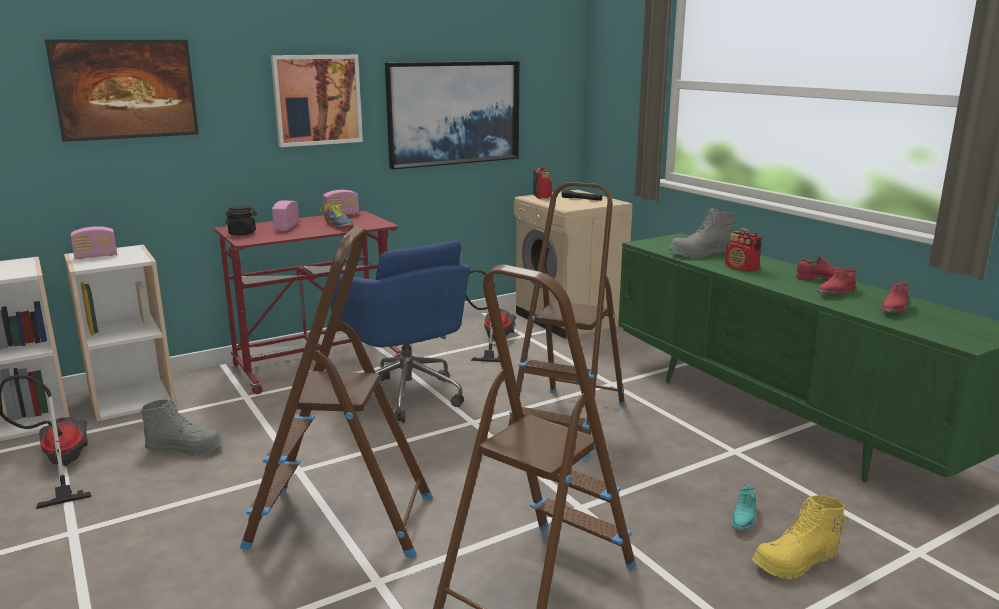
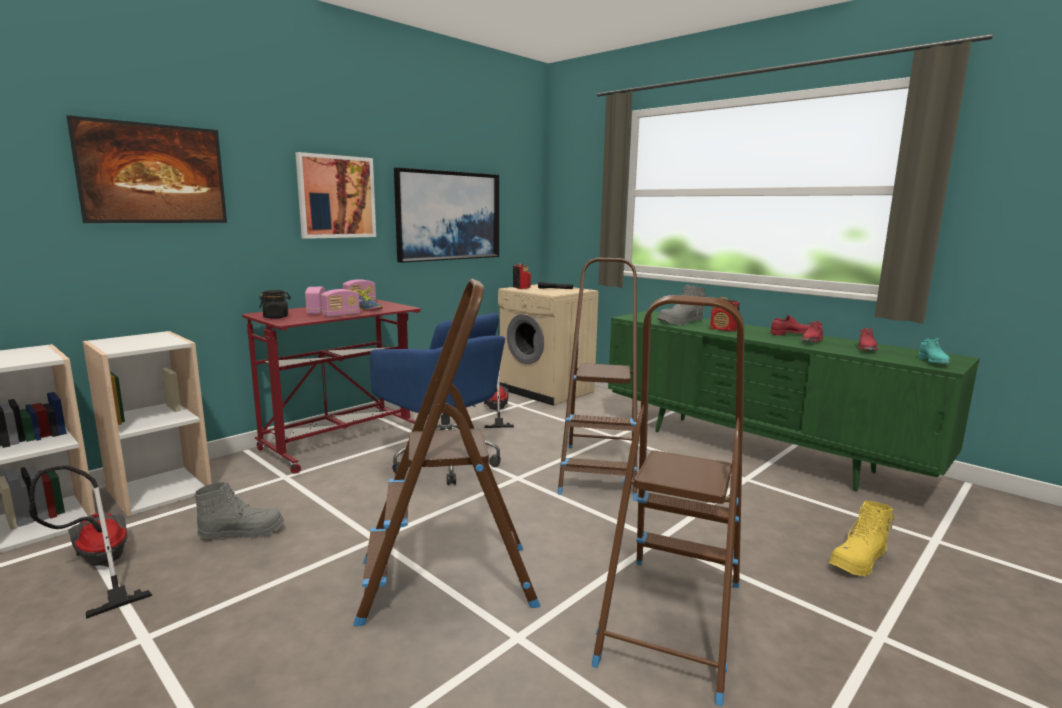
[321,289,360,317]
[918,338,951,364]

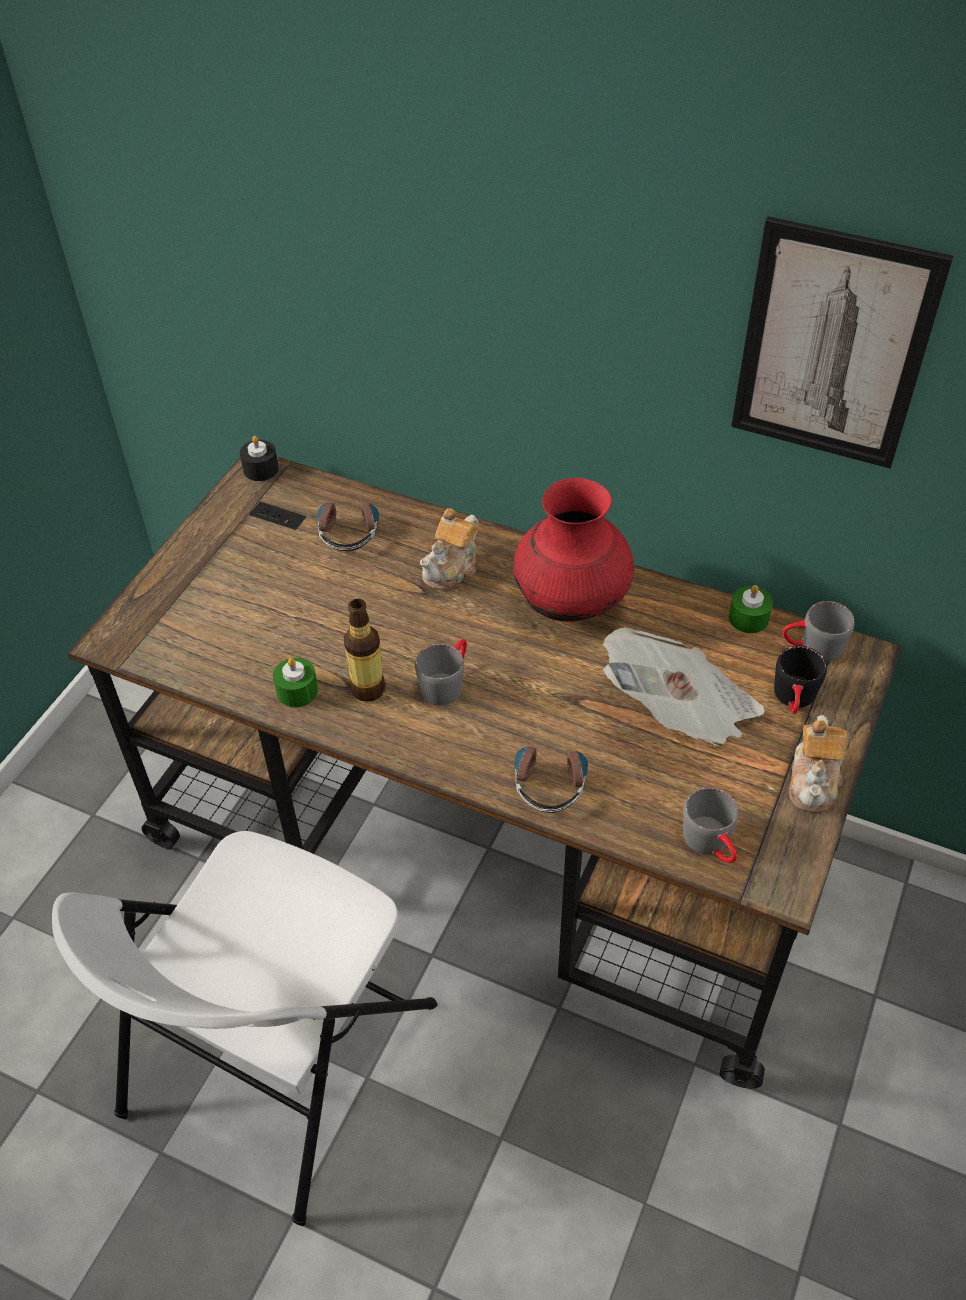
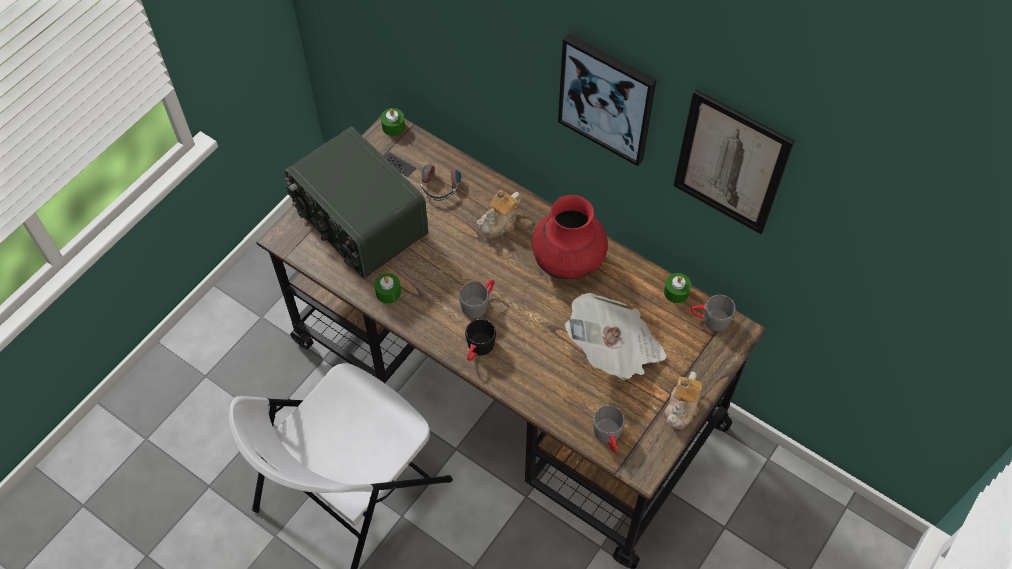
[381,108,405,136]
[344,599,386,702] (first image)
[465,319,496,361]
[515,734,588,813] (first image)
[558,33,657,166]
[285,127,428,279]

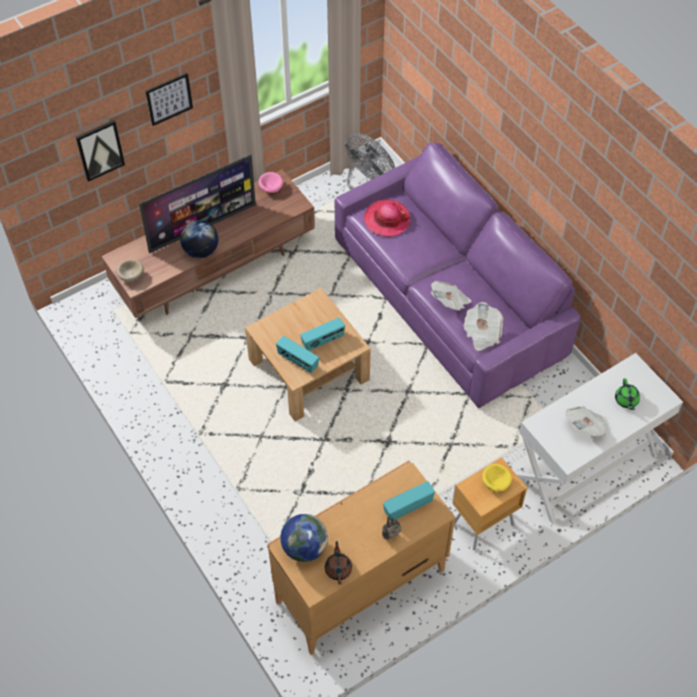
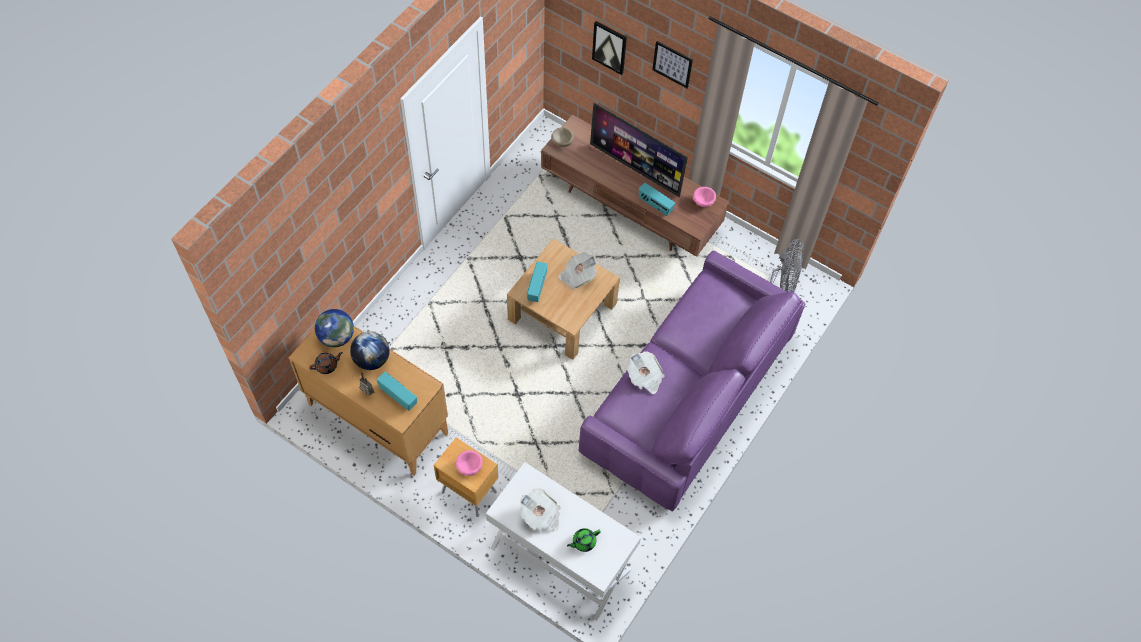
[364,199,410,237] (first image)
[350,331,390,370]
[559,252,597,290]
[639,183,675,216]
[456,450,483,476]

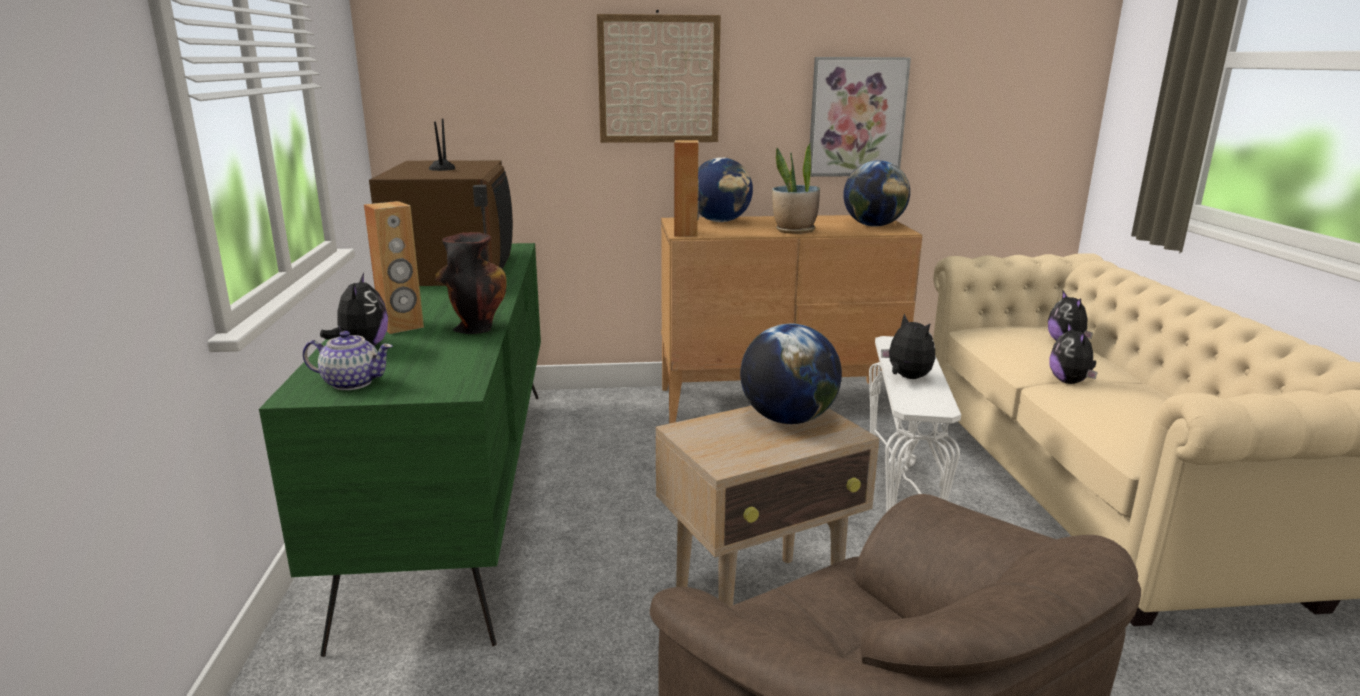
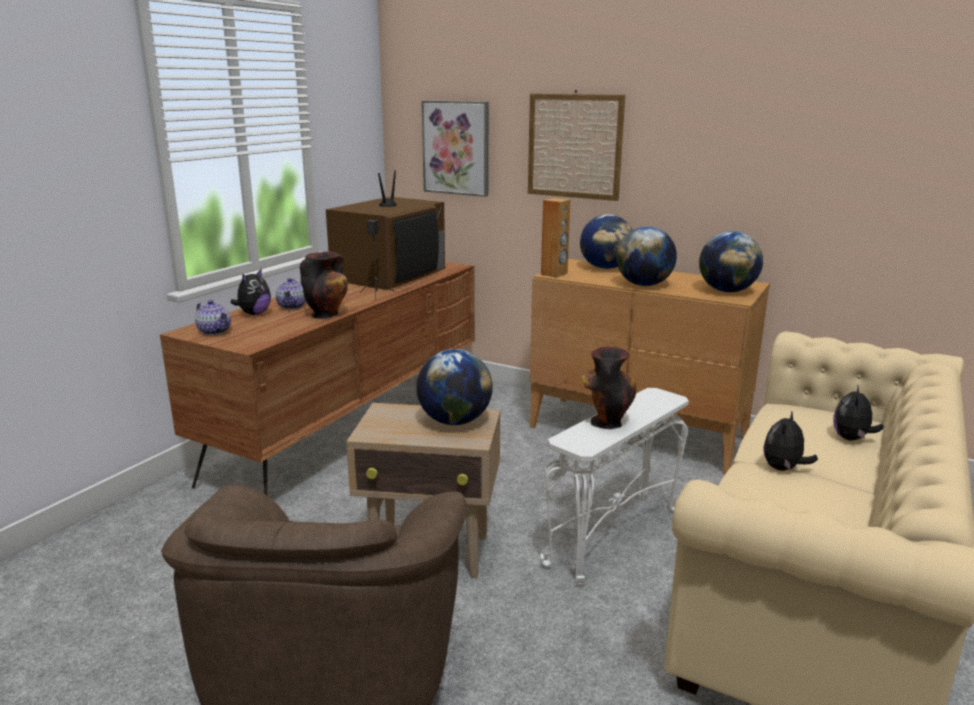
[421,100,489,197]
[616,227,677,286]
[276,278,306,309]
[160,262,475,496]
[581,346,636,429]

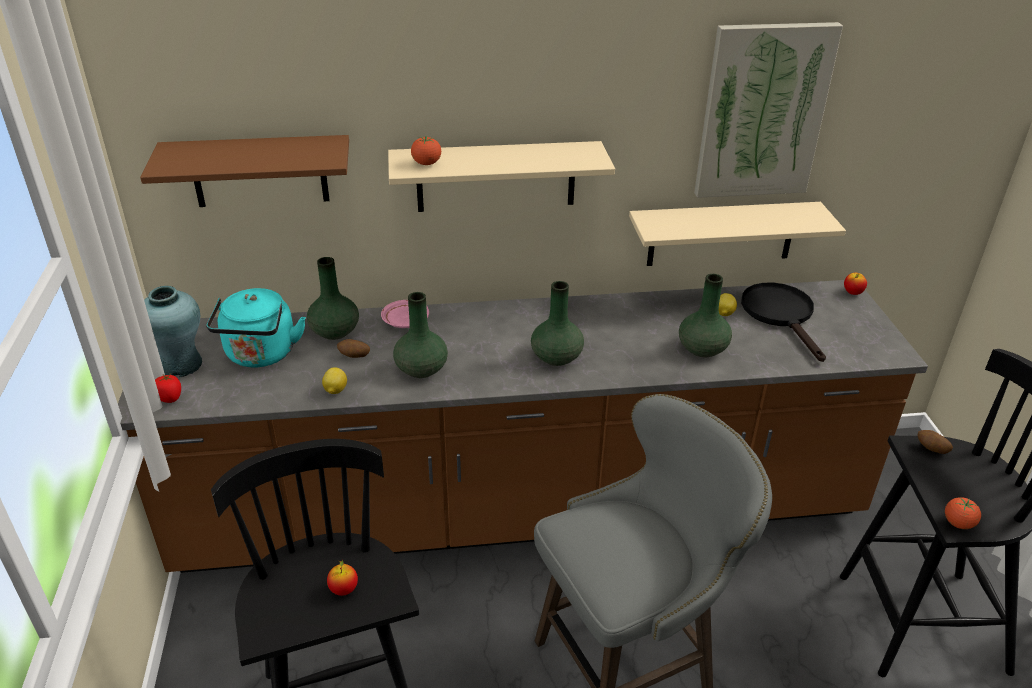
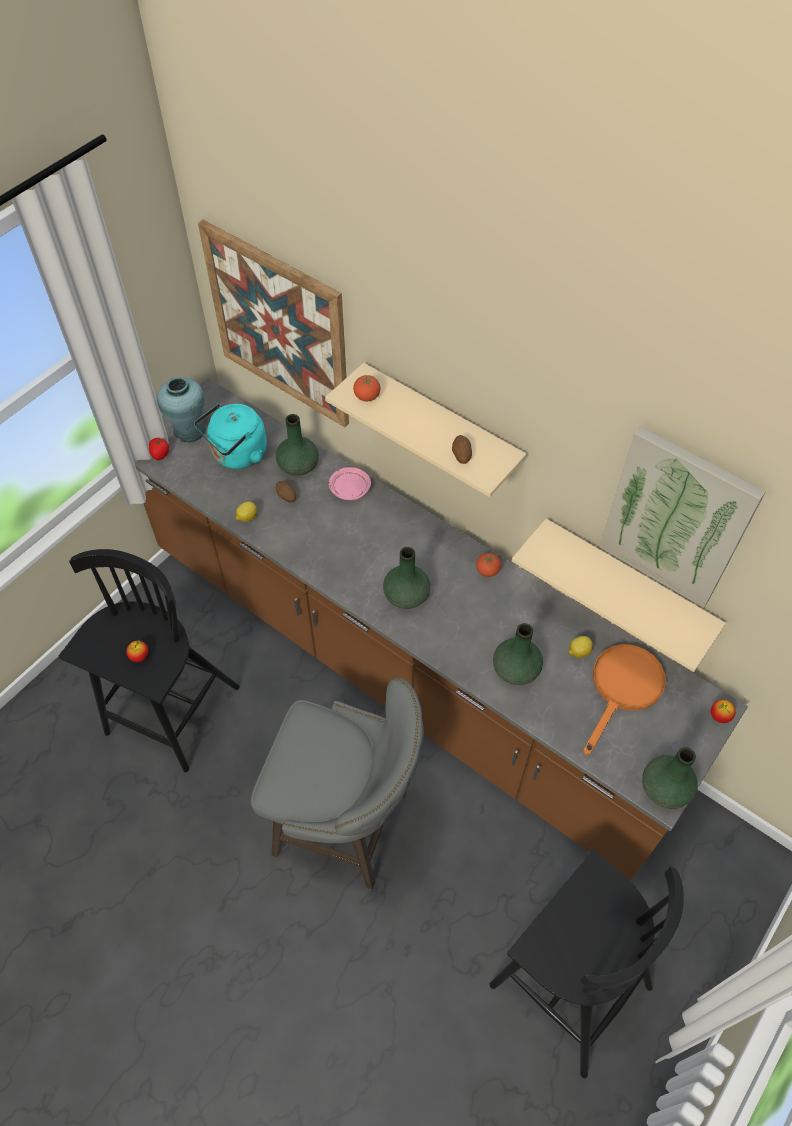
[198,219,349,427]
[583,644,666,755]
[642,747,698,809]
[452,435,472,464]
[476,553,501,577]

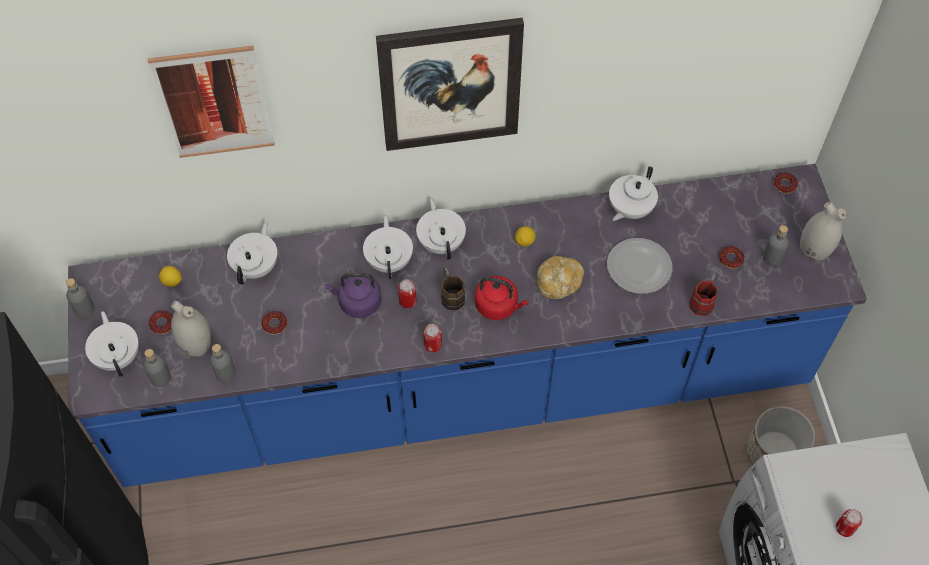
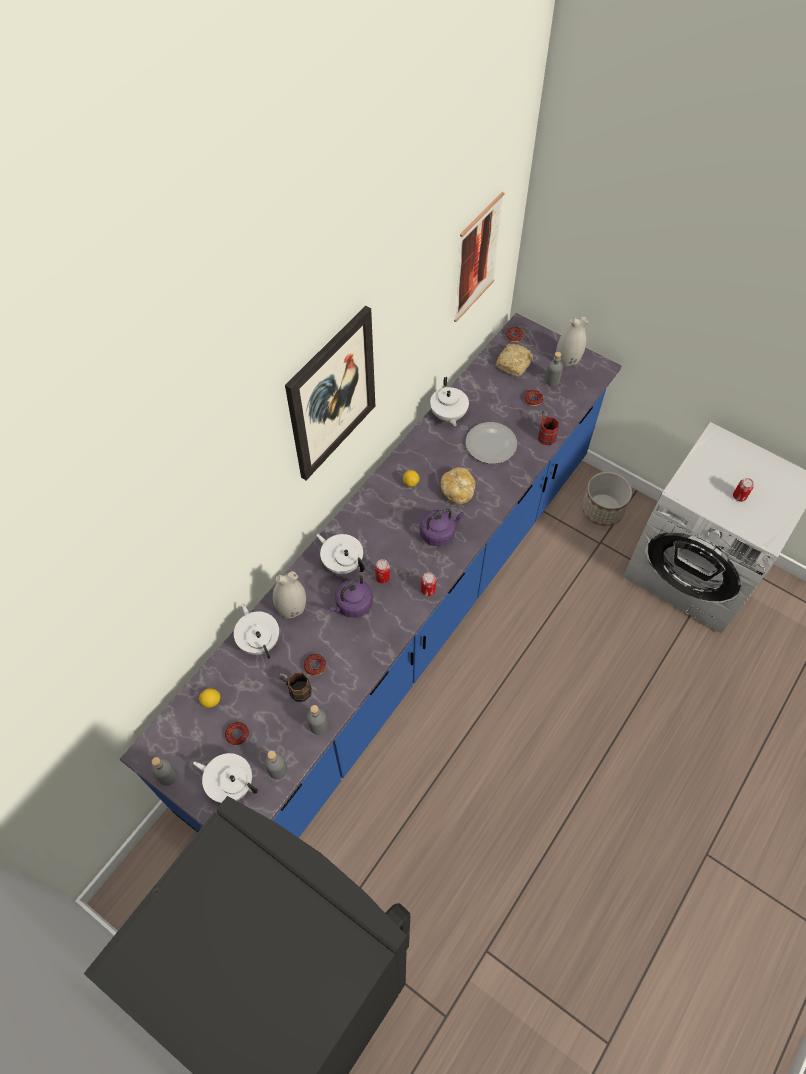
[454,192,505,322]
[416,198,466,260] (first image)
[278,672,312,702]
[420,508,465,546]
[273,571,306,619]
[496,344,533,376]

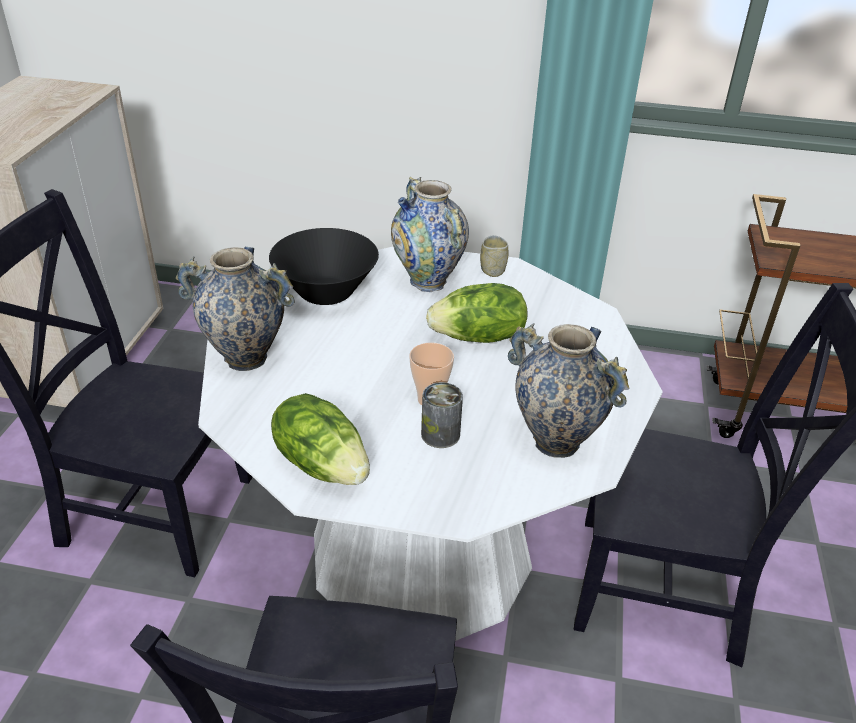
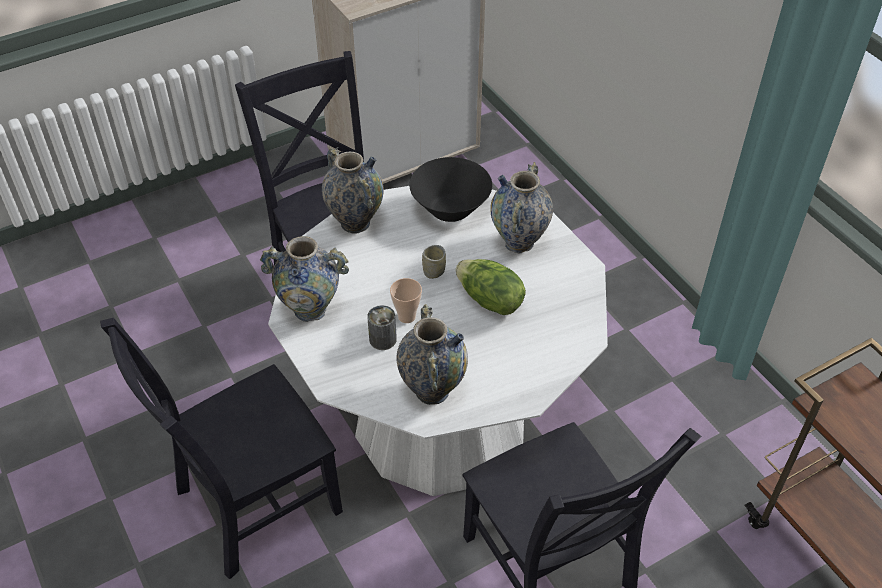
[422,245,446,279]
[260,236,349,322]

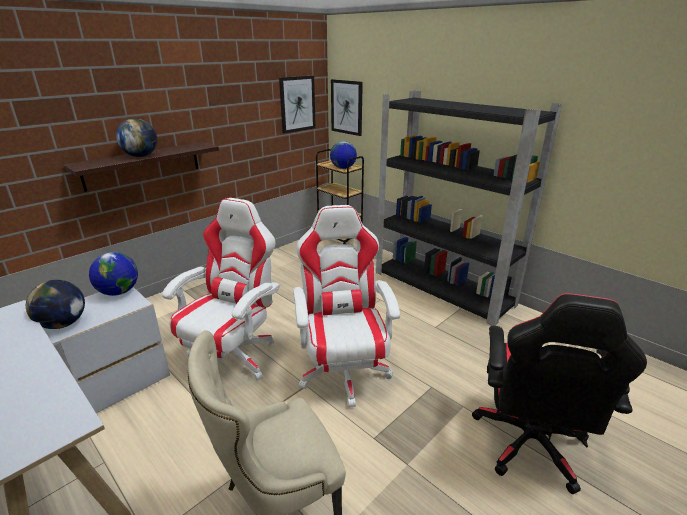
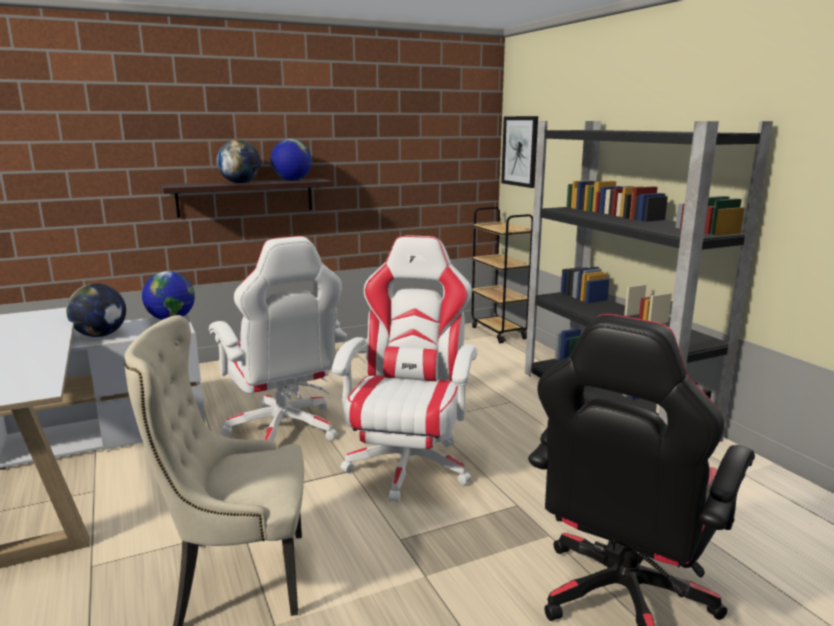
[279,76,316,134] (first image)
[270,139,312,181]
[209,236,347,441]

